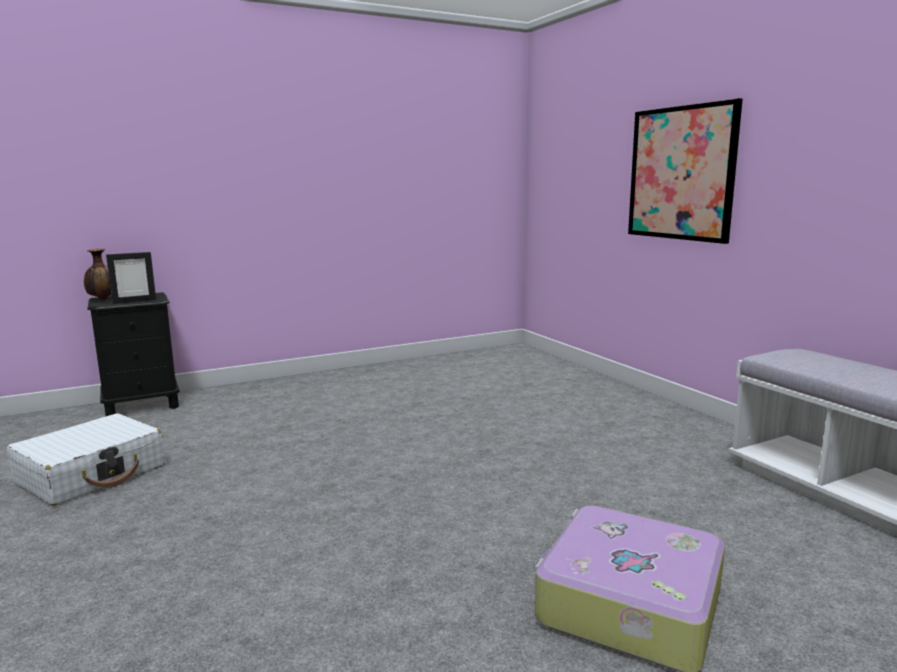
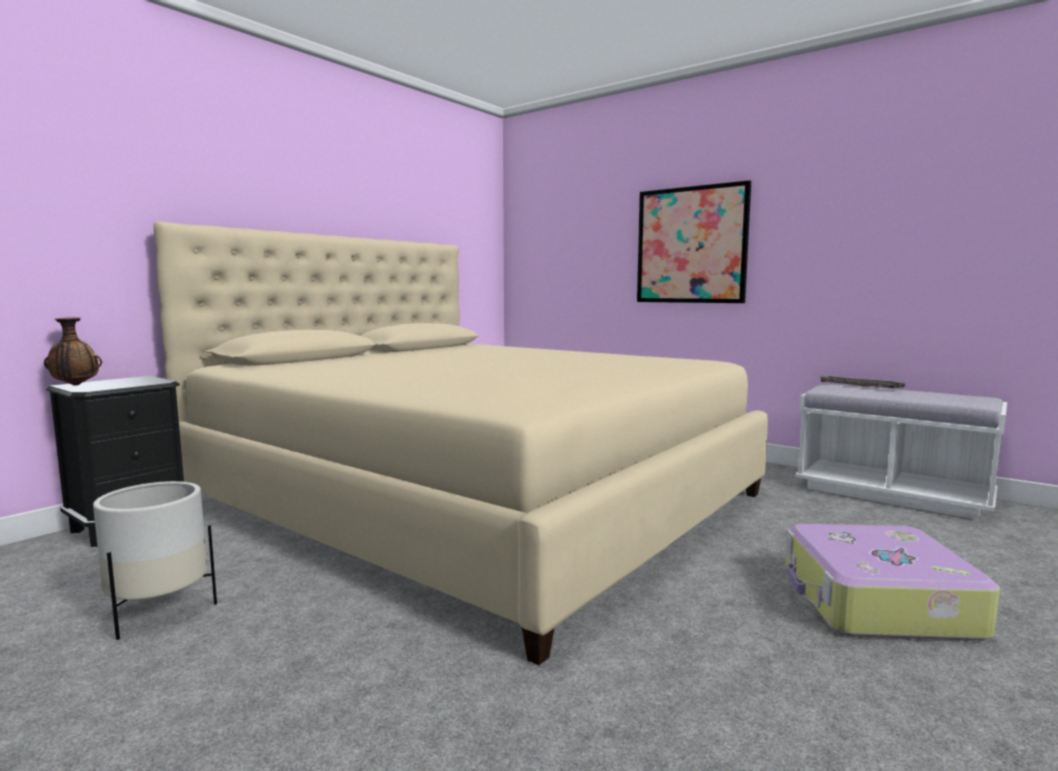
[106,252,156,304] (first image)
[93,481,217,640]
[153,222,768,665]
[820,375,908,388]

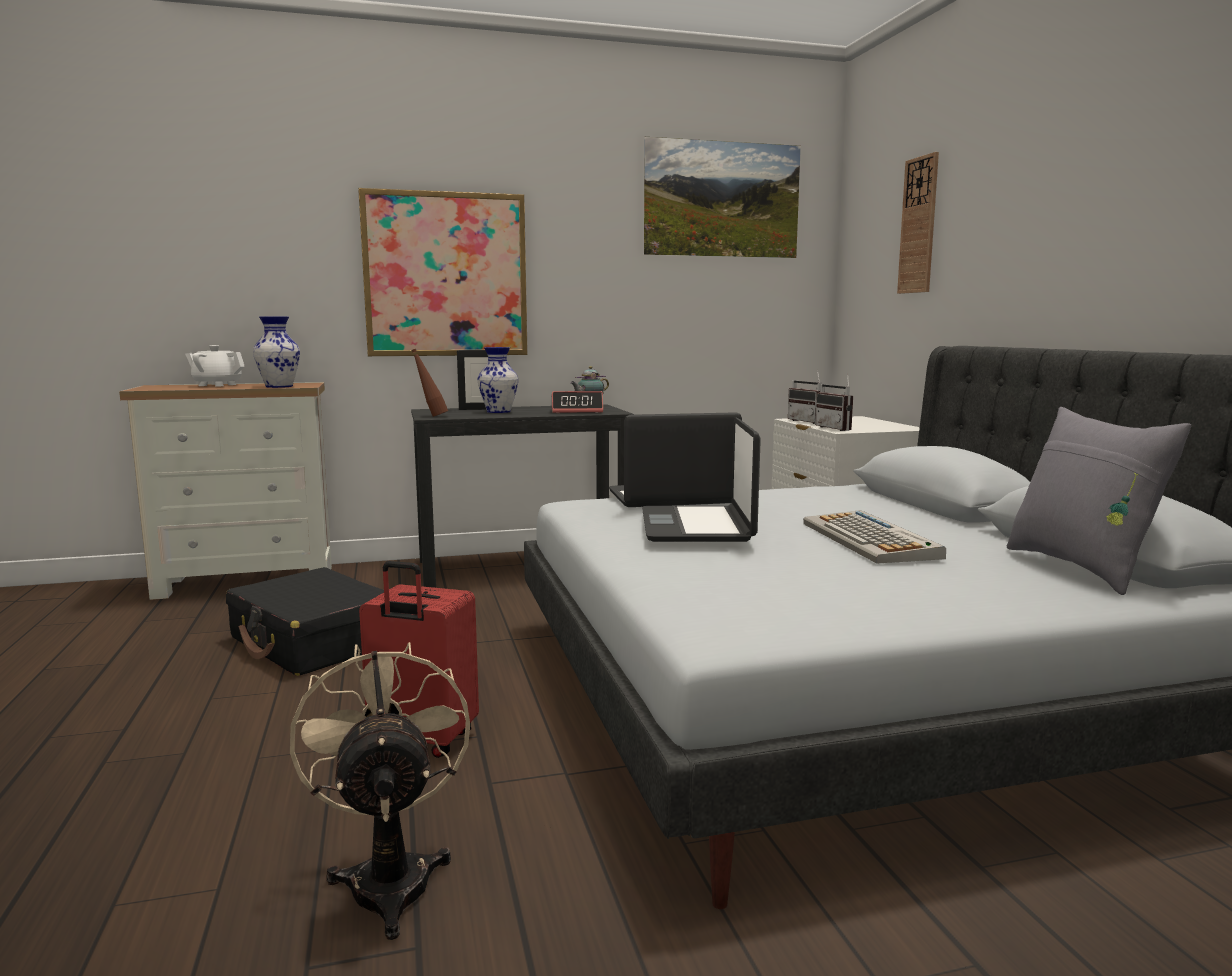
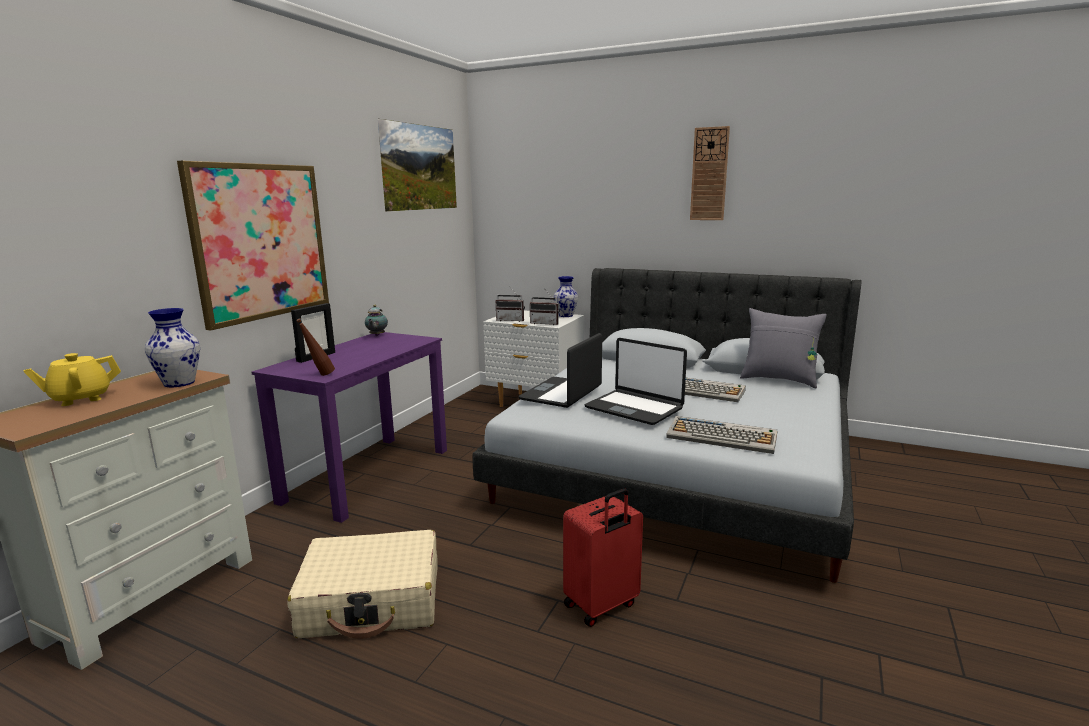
[690,126,730,220]
[23,353,121,406]
[554,276,578,317]
[552,391,603,413] (first image)
[252,332,447,523]
[287,530,438,639]
[290,642,470,940] (first image)
[666,416,778,454]

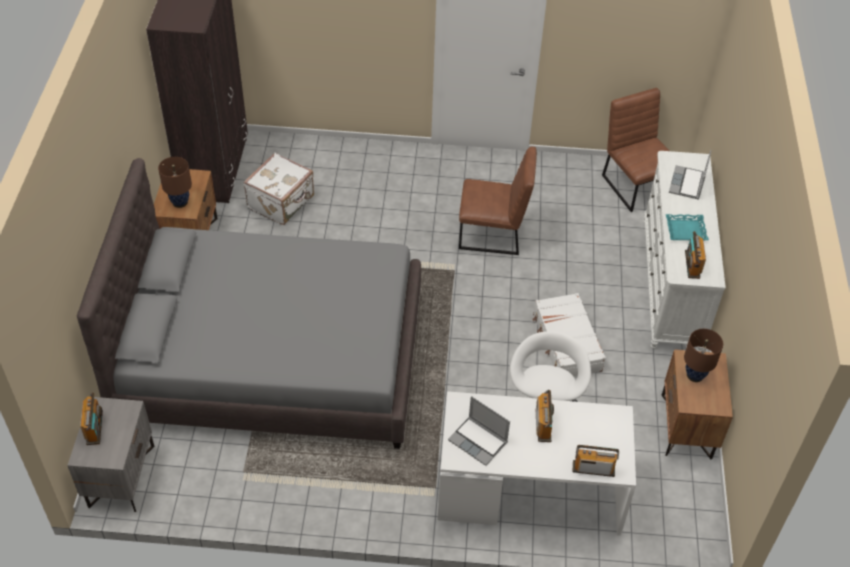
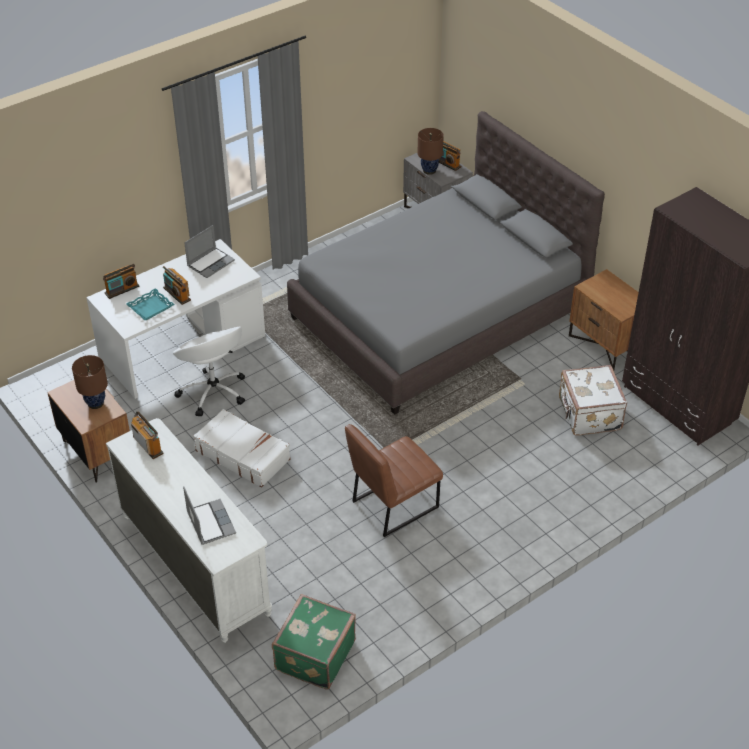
[272,594,356,690]
[417,128,444,175]
[126,288,175,320]
[184,225,235,278]

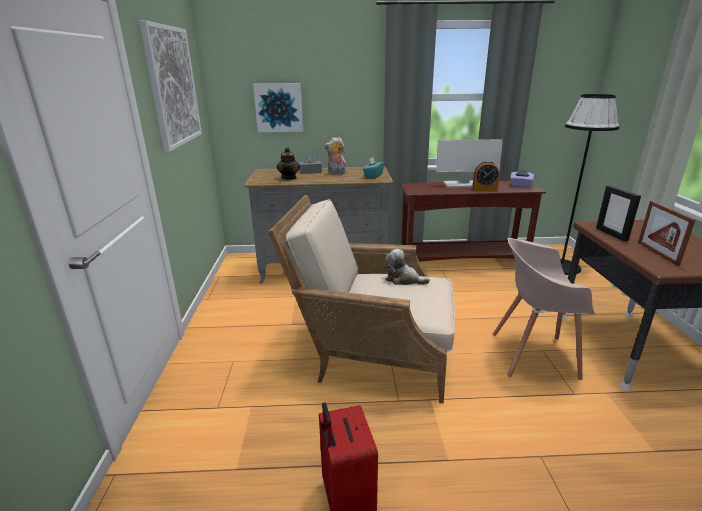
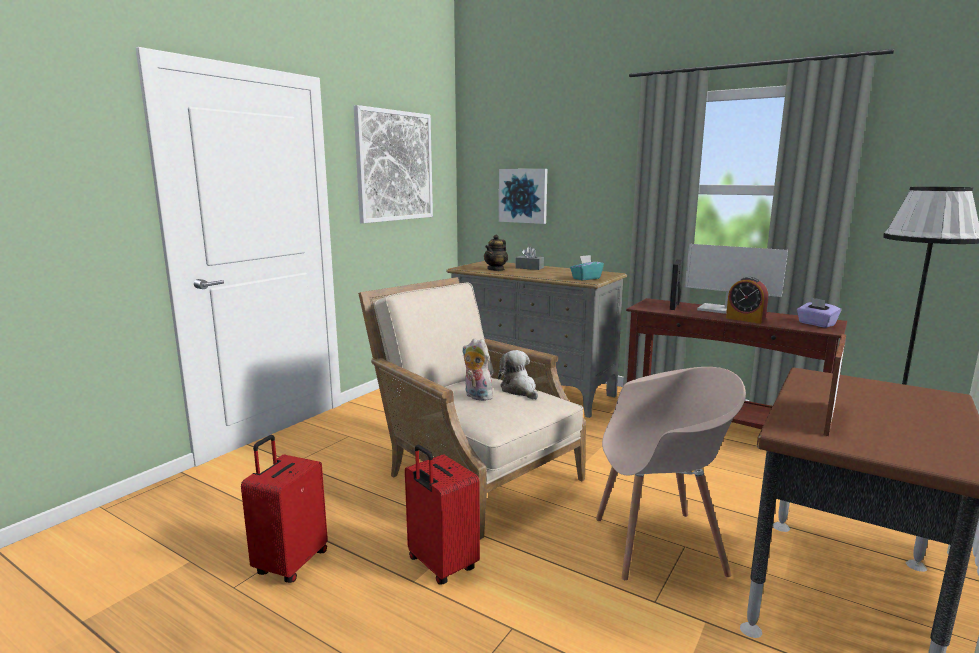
[462,338,493,401]
[670,260,681,310]
[596,367,746,580]
[405,445,480,585]

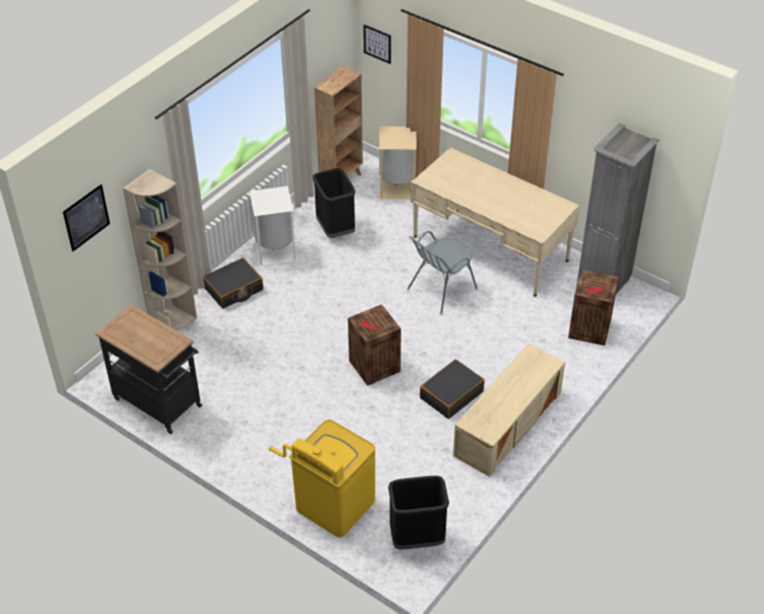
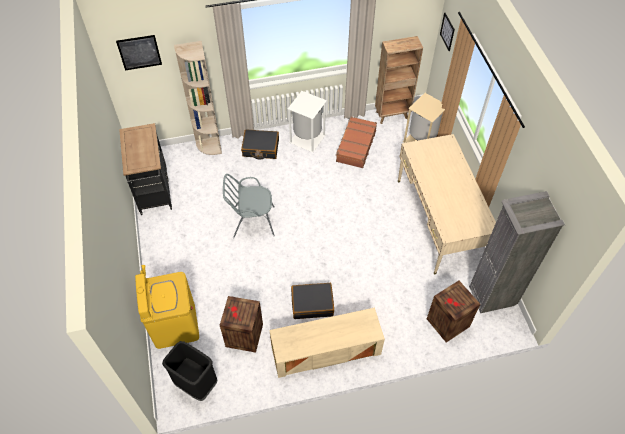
[335,117,377,168]
[223,174,275,238]
[220,296,263,353]

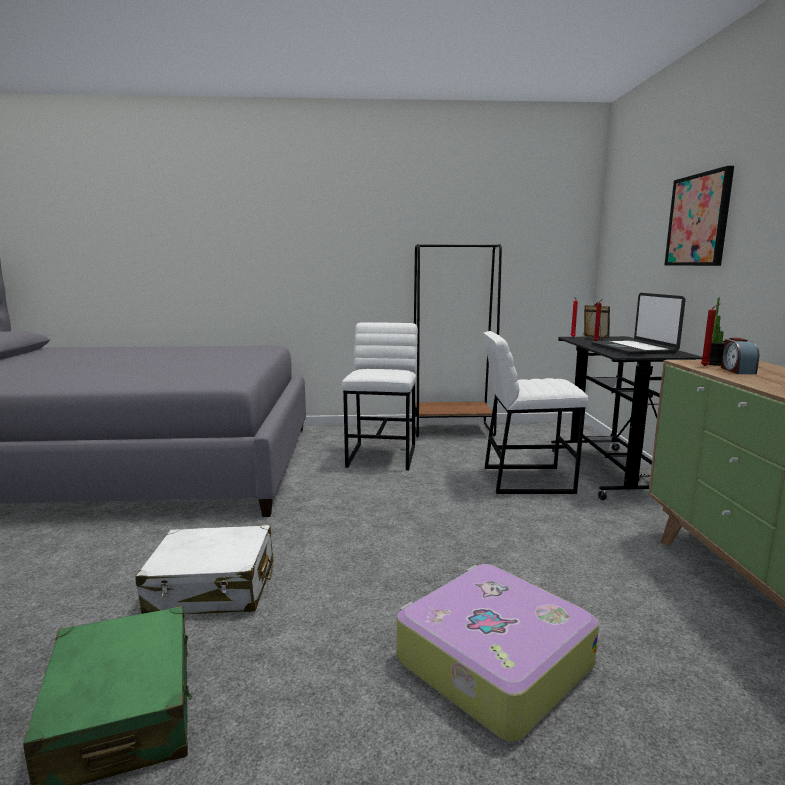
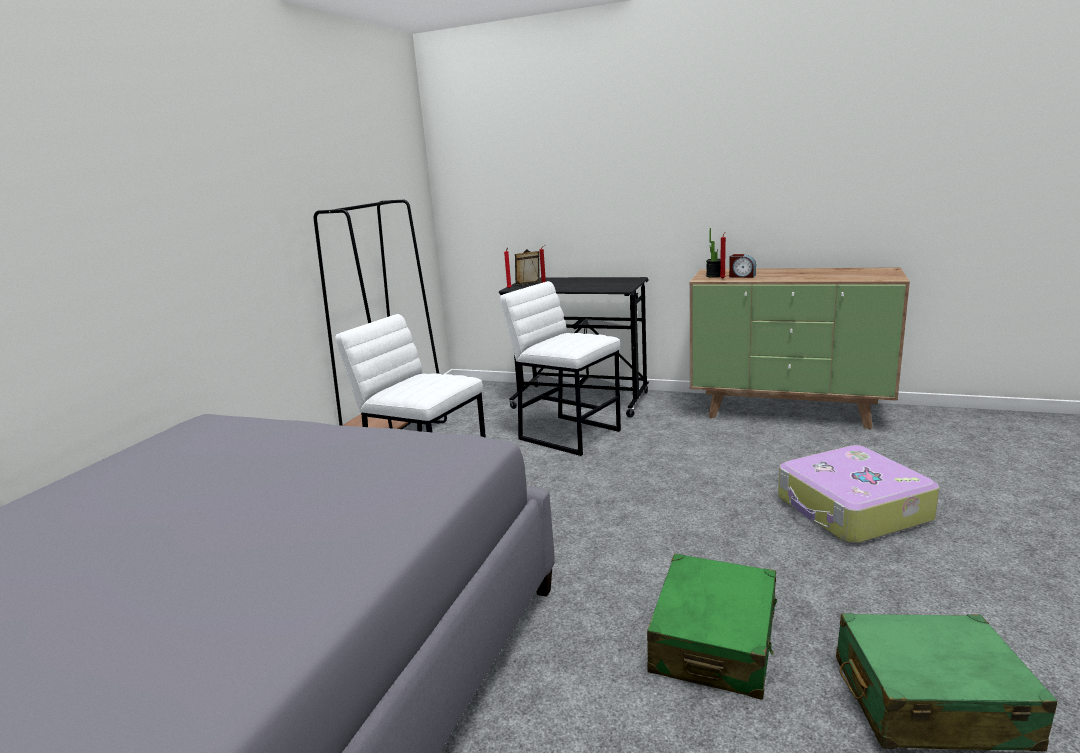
[664,166,734,266] (first image)
[591,293,686,355] (first image)
[500,281,621,456]
[647,554,777,700]

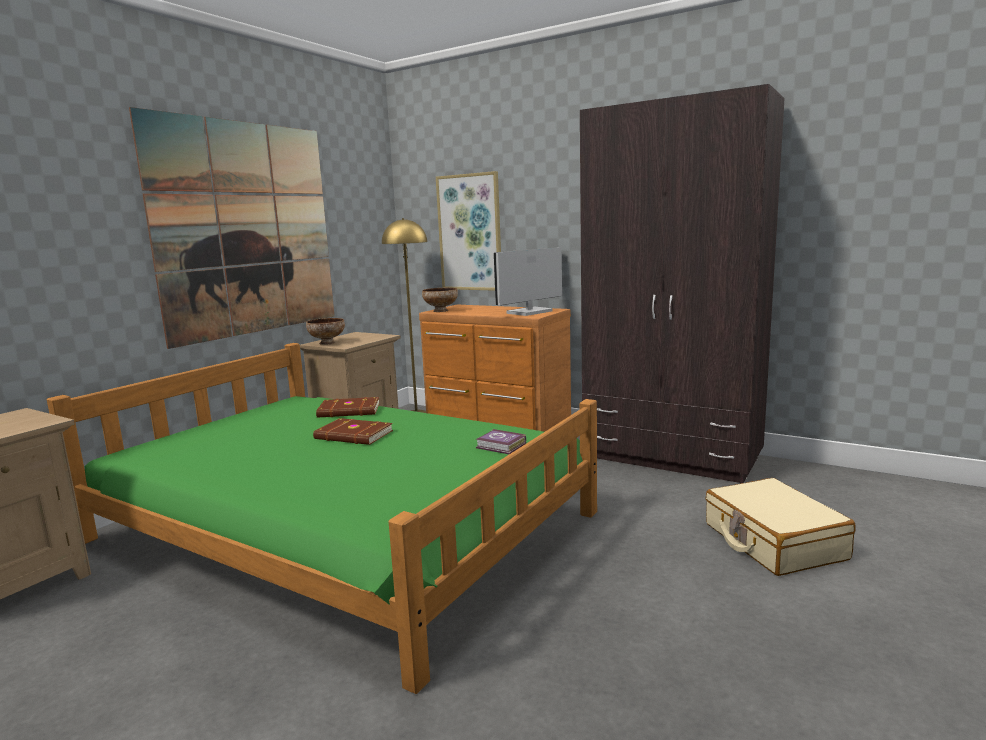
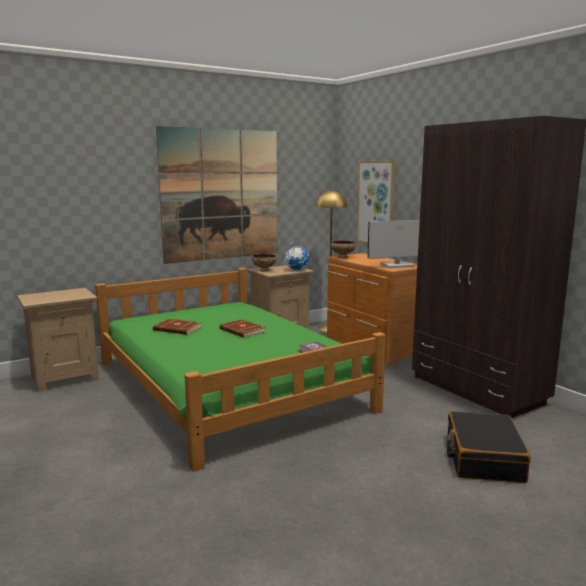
[153,319,202,335]
[447,411,531,483]
[285,241,309,270]

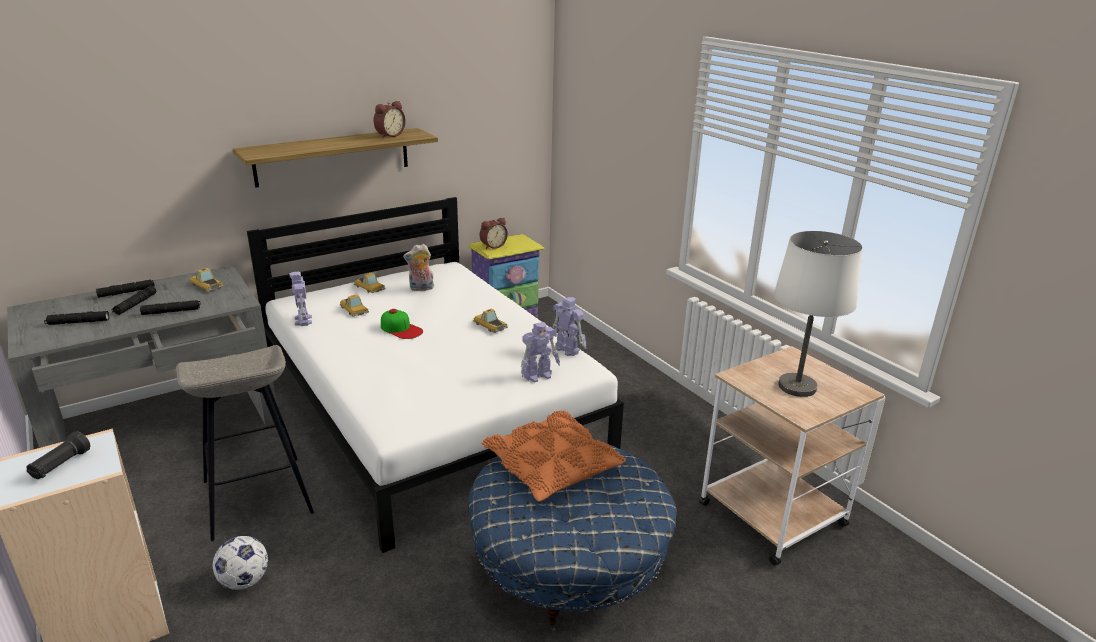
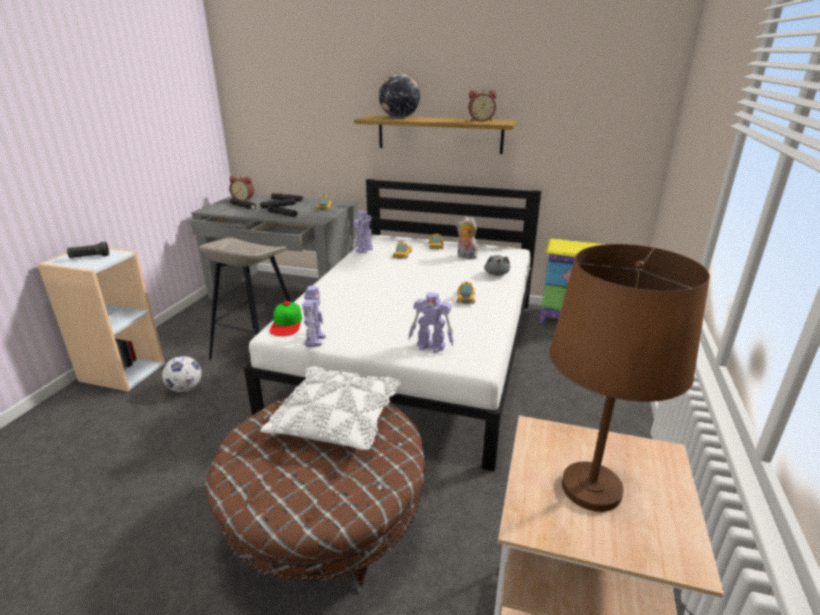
[229,176,254,201]
[550,244,710,512]
[302,286,326,347]
[270,301,302,336]
[260,366,401,450]
[205,397,425,593]
[379,73,420,118]
[484,255,510,276]

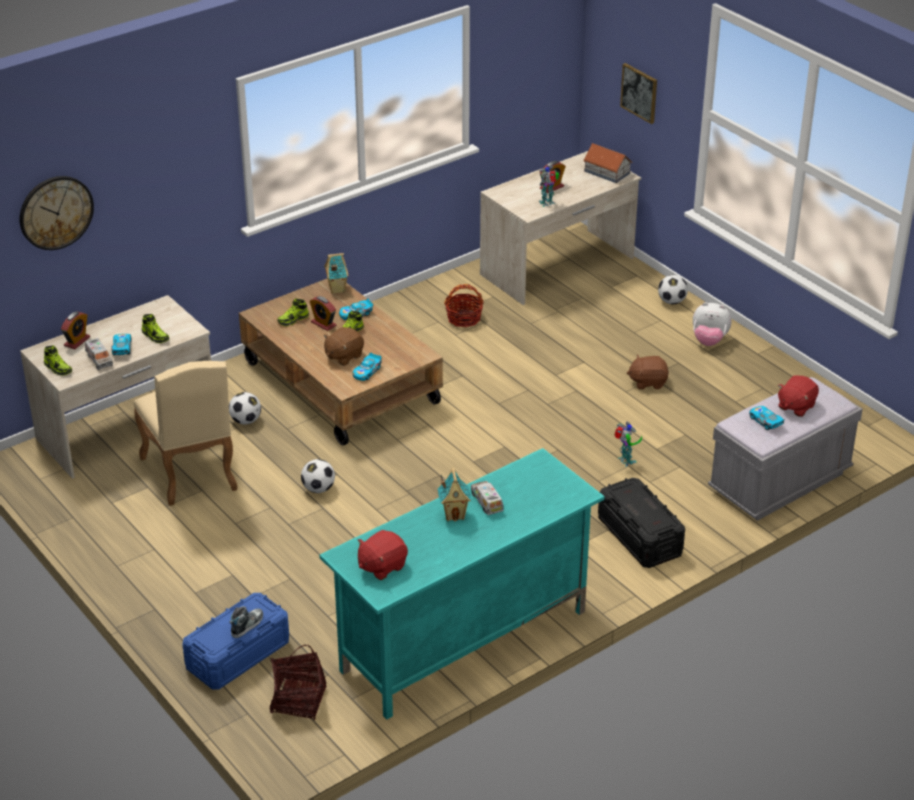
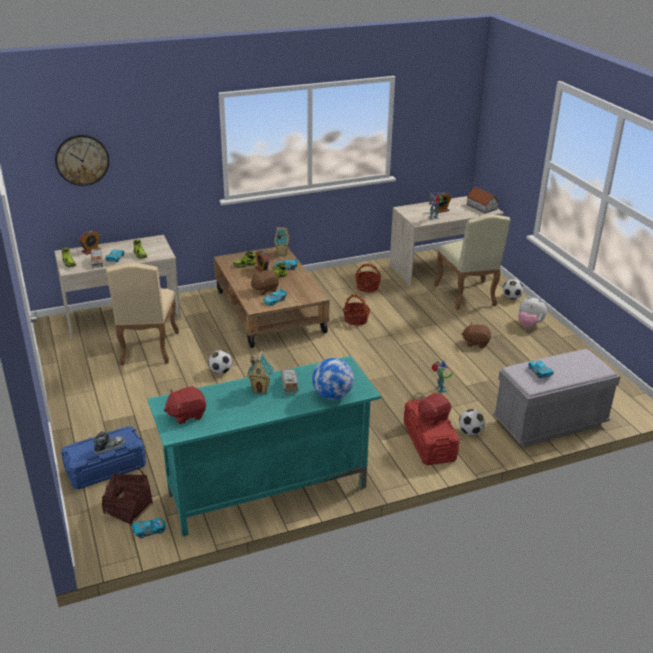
[620,63,657,124] (first image)
[418,393,451,425]
[459,409,485,435]
[404,399,460,465]
[434,214,510,310]
[343,294,370,326]
[312,358,354,400]
[131,518,166,538]

